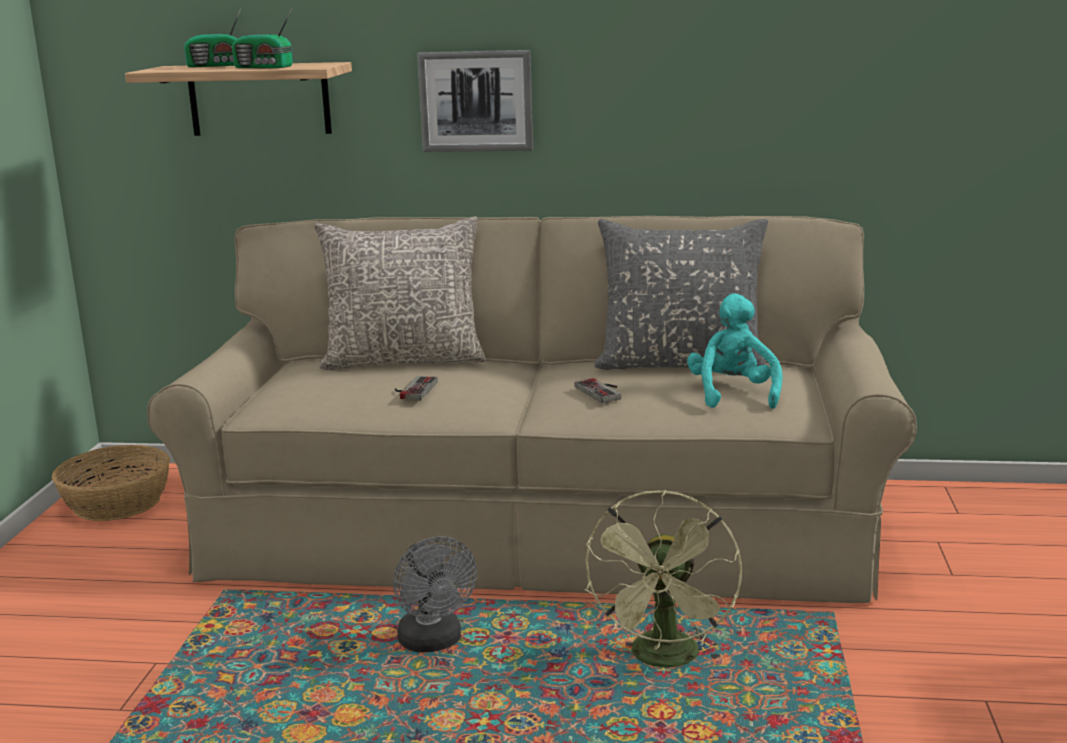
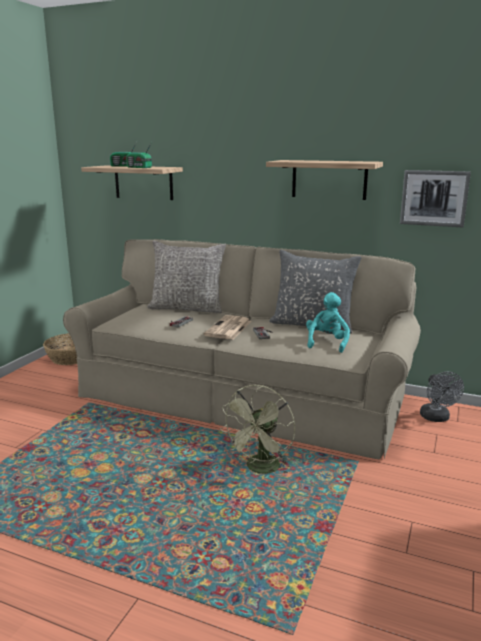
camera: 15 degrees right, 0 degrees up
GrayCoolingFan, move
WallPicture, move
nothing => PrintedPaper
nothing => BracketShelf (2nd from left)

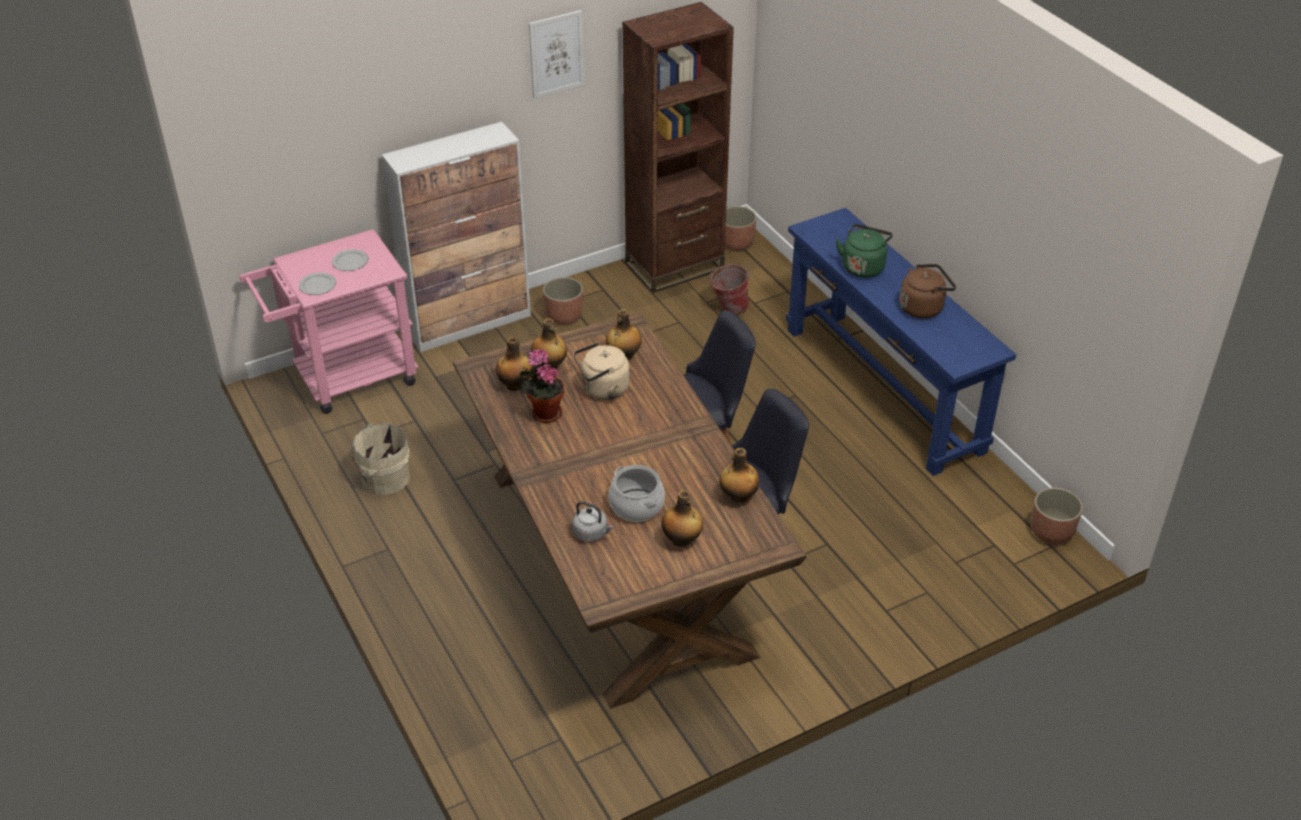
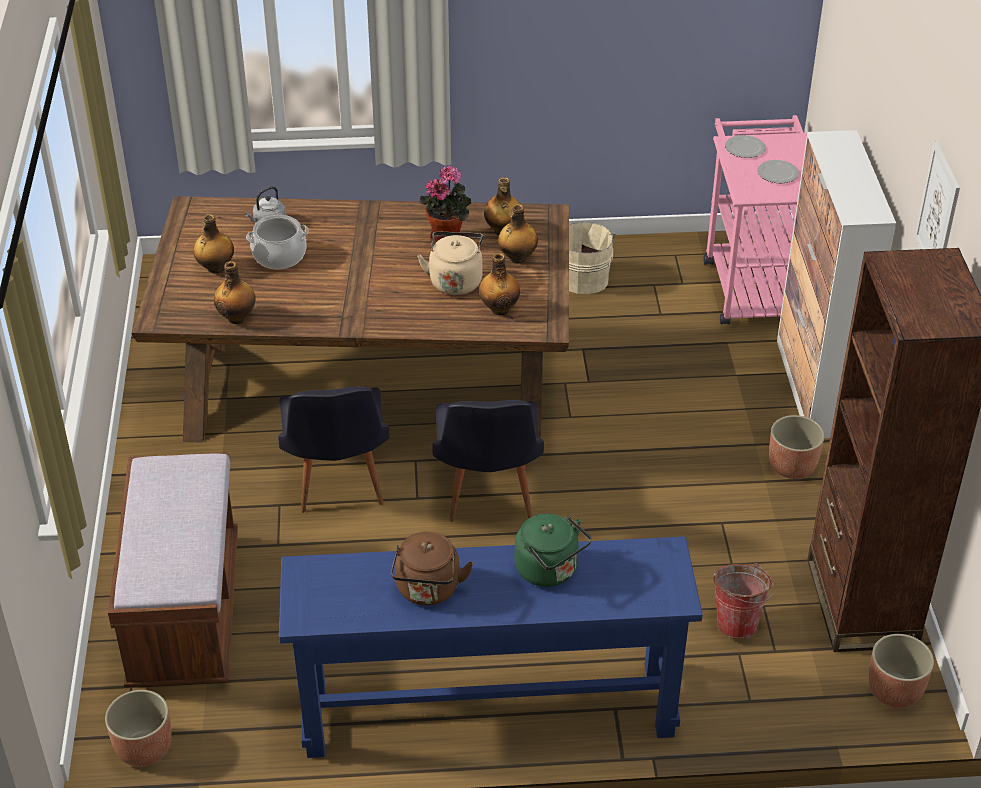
camera: 115 degrees right, 0 degrees up
nothing => BrownColouredLongSeat

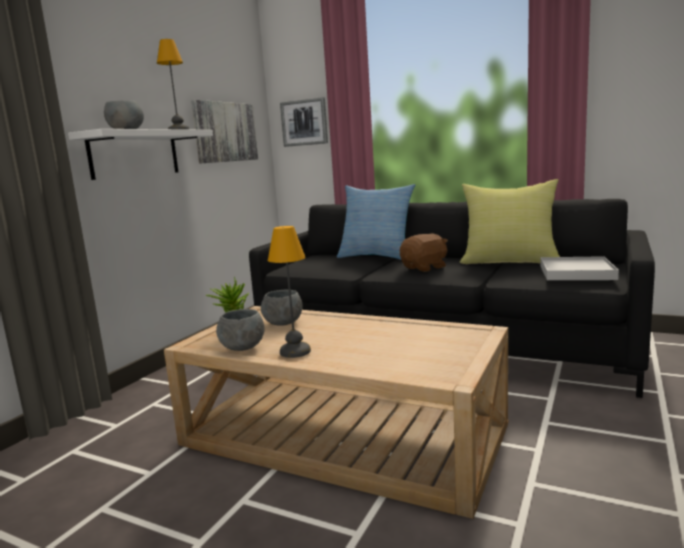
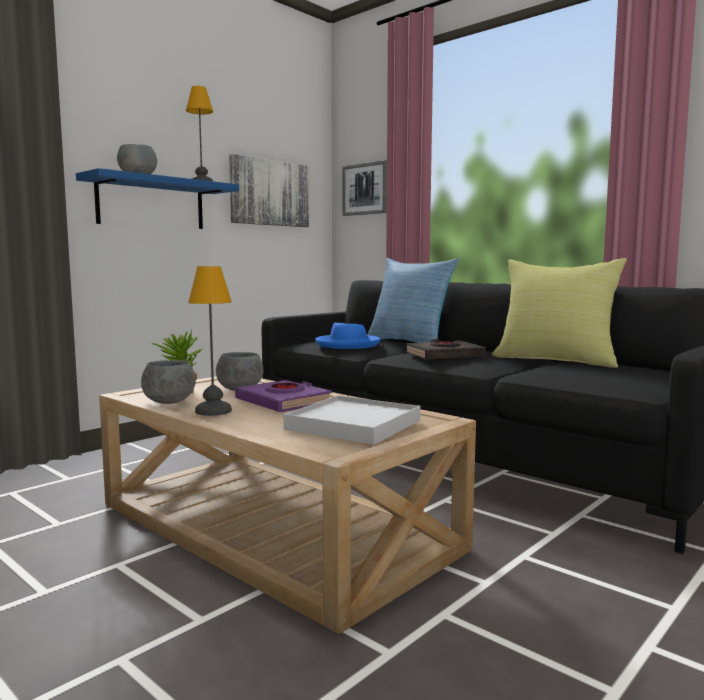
camera: 15 degrees right, 5 degrees down
WhiteBracketShelf => BluishBracketShelf
BrownColouredPlushToy => BlackishBoundBook
WhiteTray, move
nothing => PurpleColouredBoundBook
nothing => BluishWearableHat

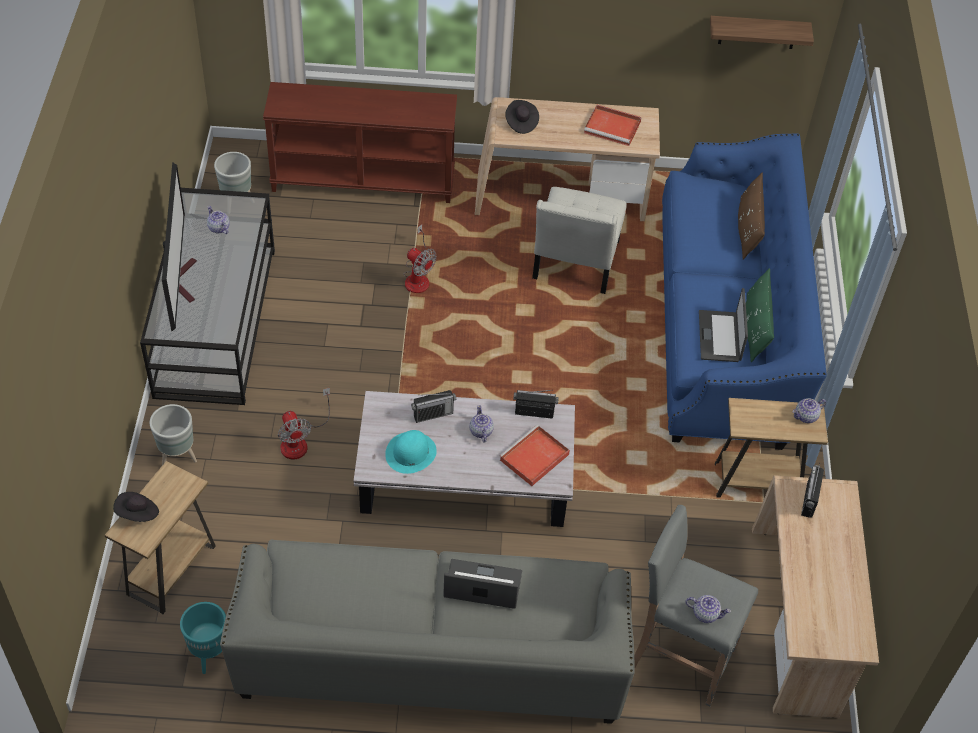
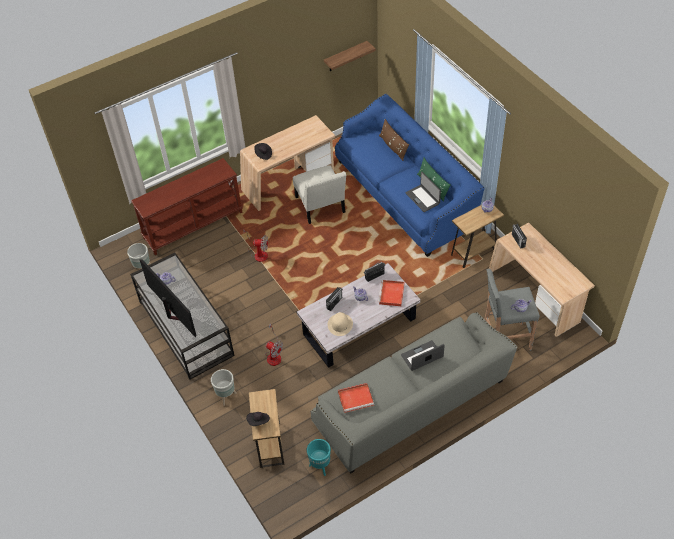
camera: 30 degrees left, 0 degrees up
TurquoiseWearableHat => SandColouredWearableHat
ReddishTray (2nd from left in the first image) => ReddishTray (1st from left), move

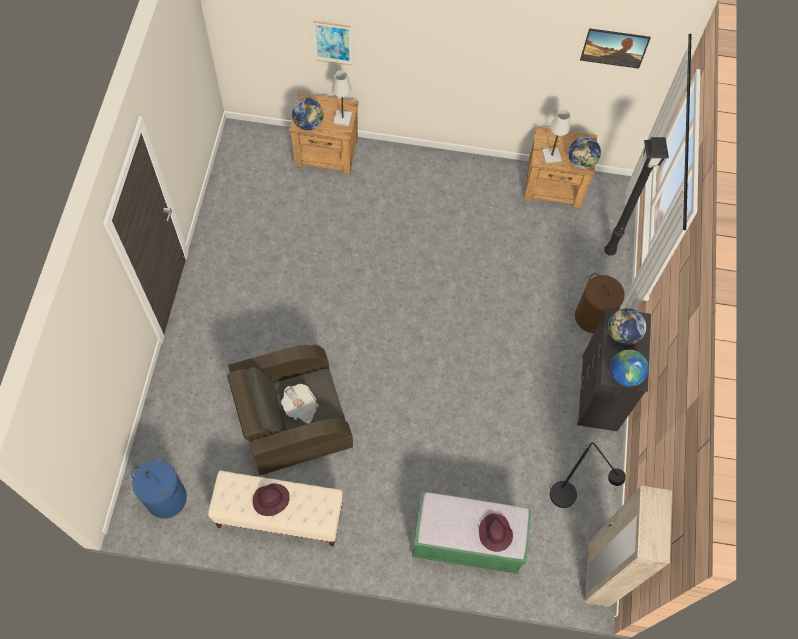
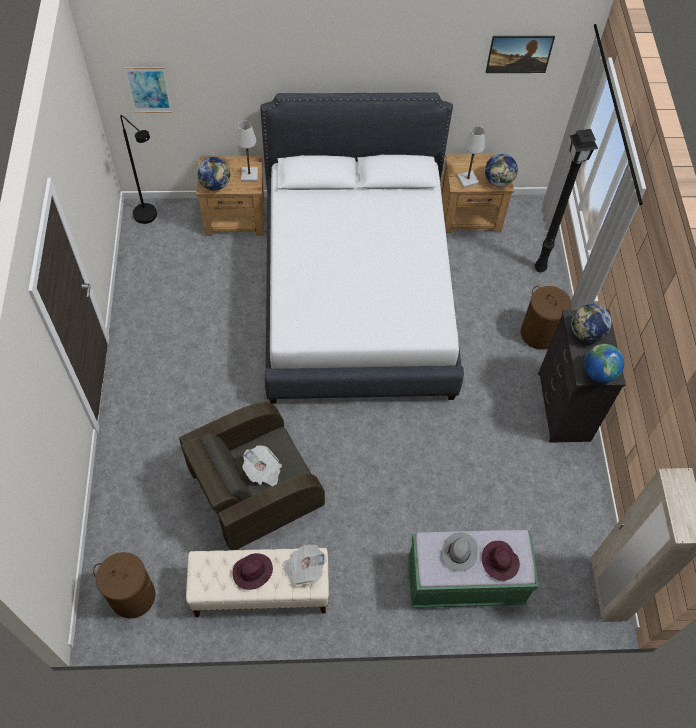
camera: 10 degrees left, 5 degrees down
BluishWashingBasket => BrownColouredWashingBasket (1st from left)
WallPicture (1st from left), move
BlackishStandardLamp (1st from left), move
nothing => WhiteBedroomBed
nothing => PrintedPaper (2nd from left)
nothing => GrayWearableHat

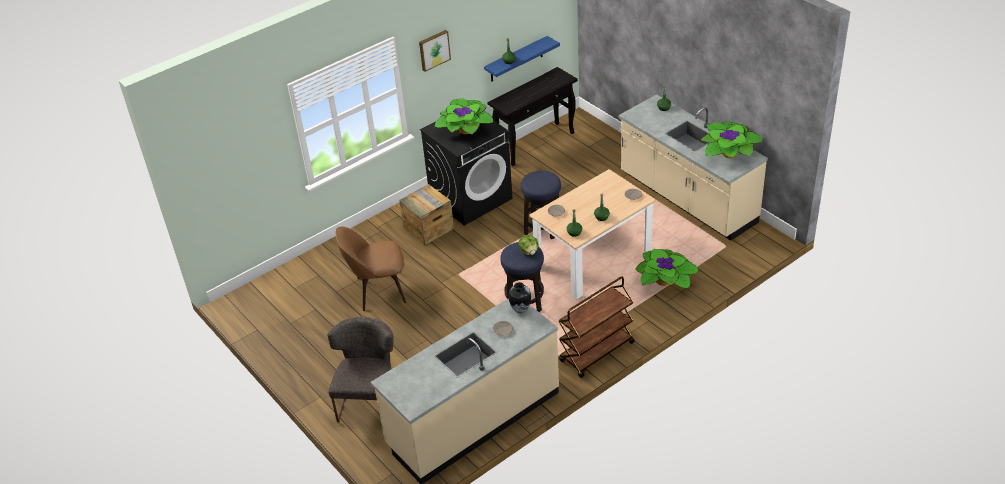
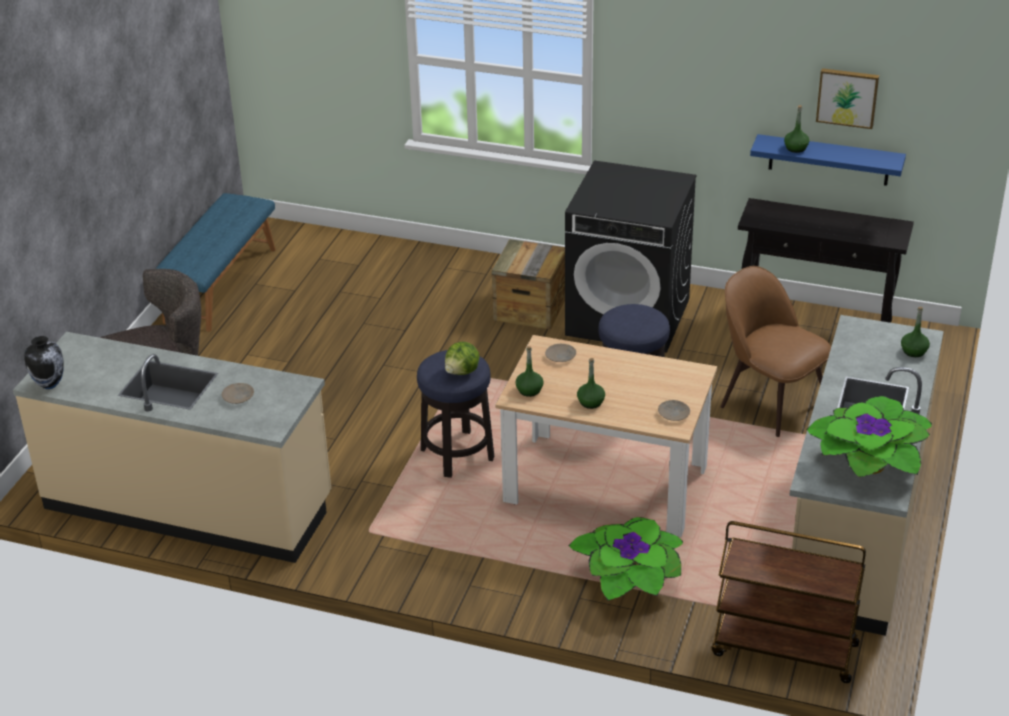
camera: 55 degrees right, 5 degrees down
BrownColouredChair, move
WallPicture, move
Houseplant (1st from left) => nothing
DecorativeVase, move
BrownColouredWheeledCart, move
nothing => BluishLongSeat

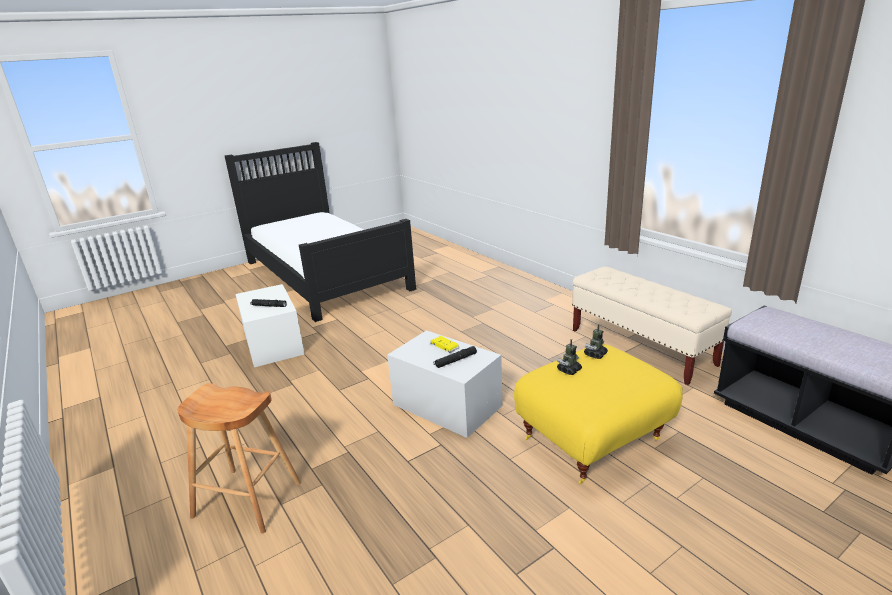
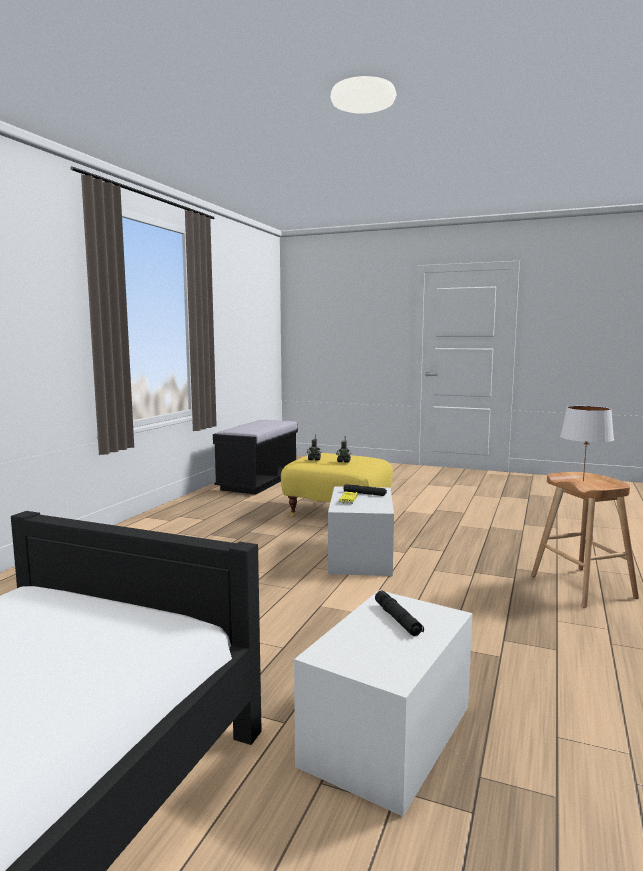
camera: 125 degrees left, 15 degrees down
SandColouredLongSeat => nothing
nothing => WhiteLampForATable

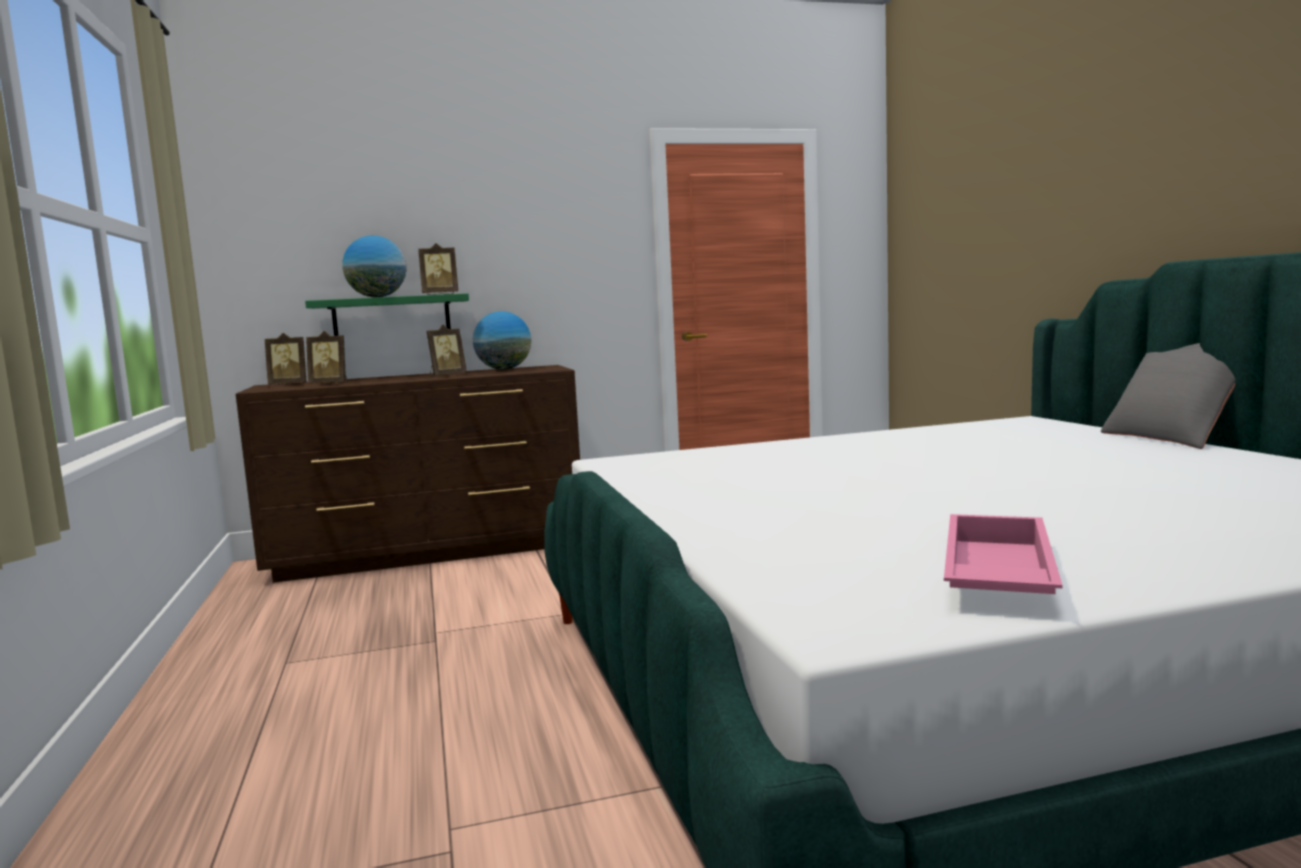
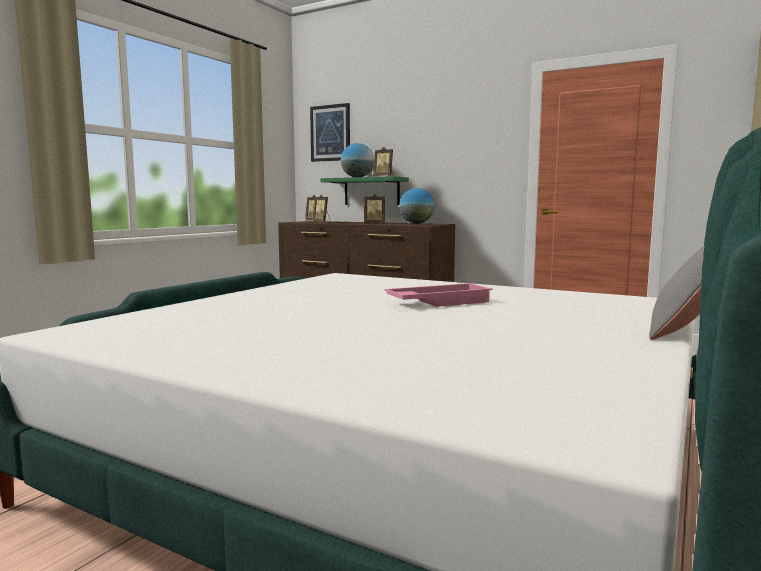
camera: 45 degrees right, 0 degrees up
PinkishTray, move
nothing => WallPicture

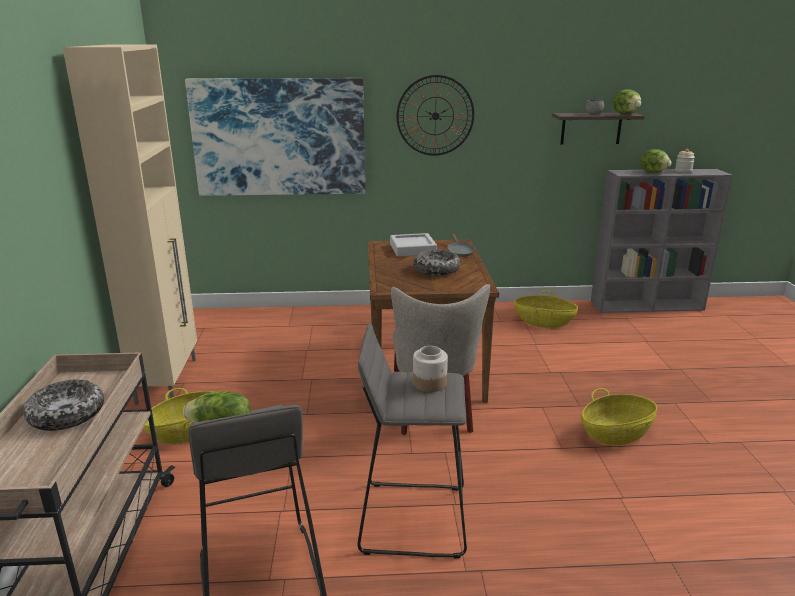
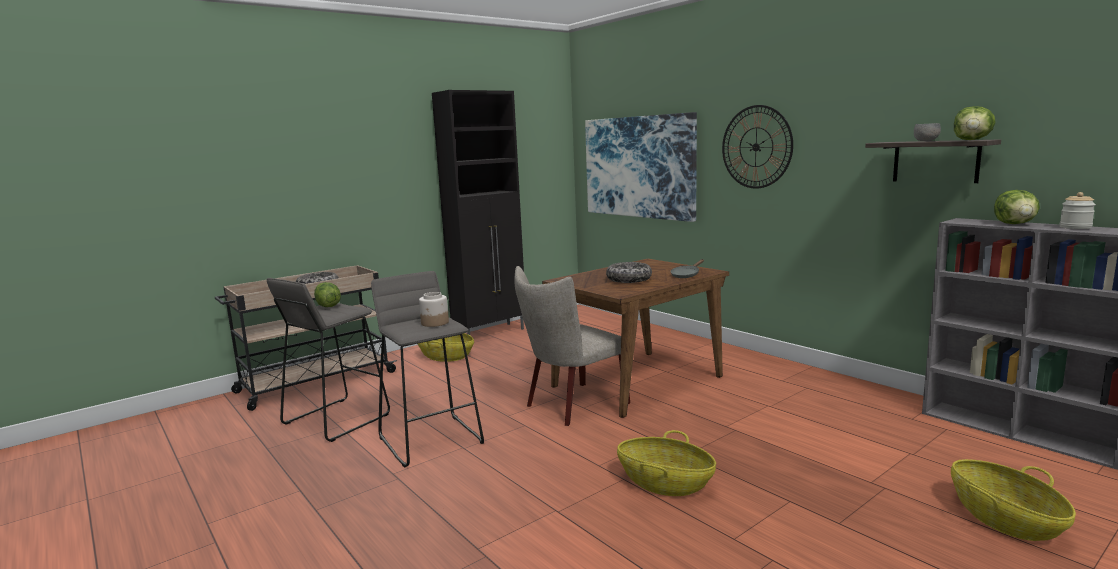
camera: 55 degrees right, 10 degrees down
SandColouredCupboard => BlackishCupboard
GrayTray => nothing
StorageBasket (2nd from left in the first image) => StorageBasket (3rd from left), move

